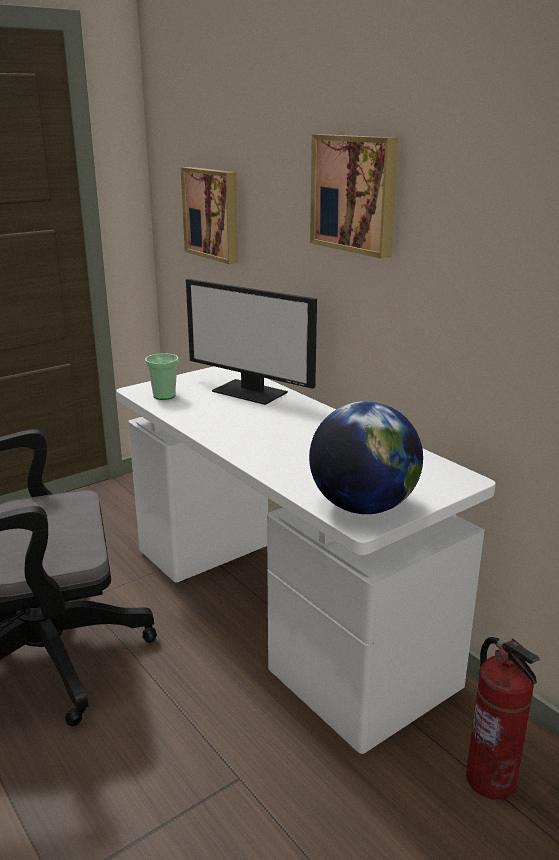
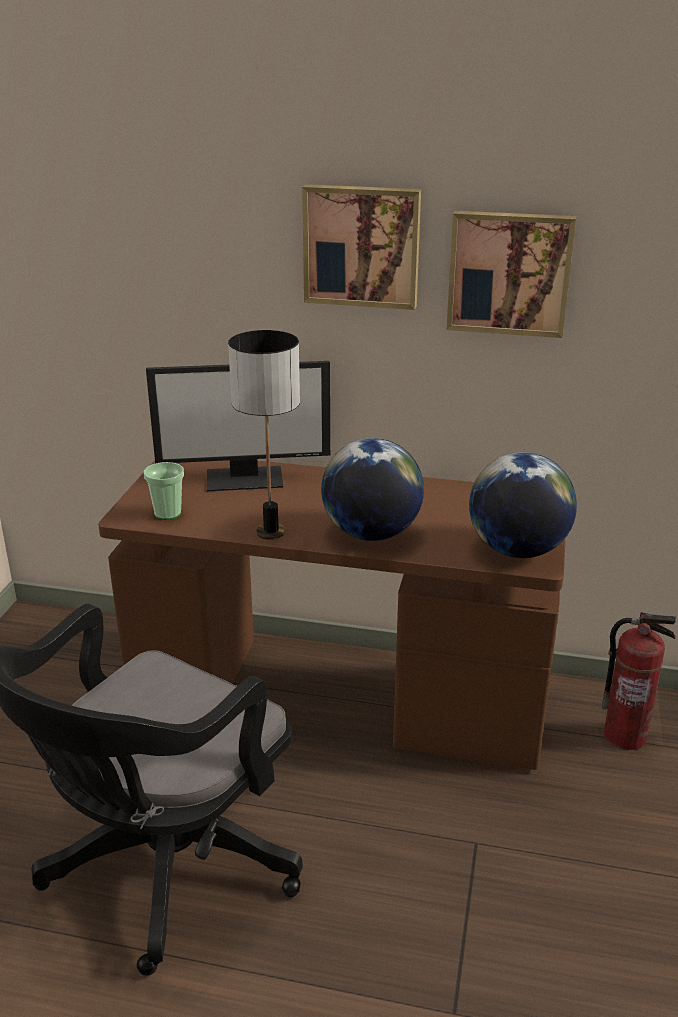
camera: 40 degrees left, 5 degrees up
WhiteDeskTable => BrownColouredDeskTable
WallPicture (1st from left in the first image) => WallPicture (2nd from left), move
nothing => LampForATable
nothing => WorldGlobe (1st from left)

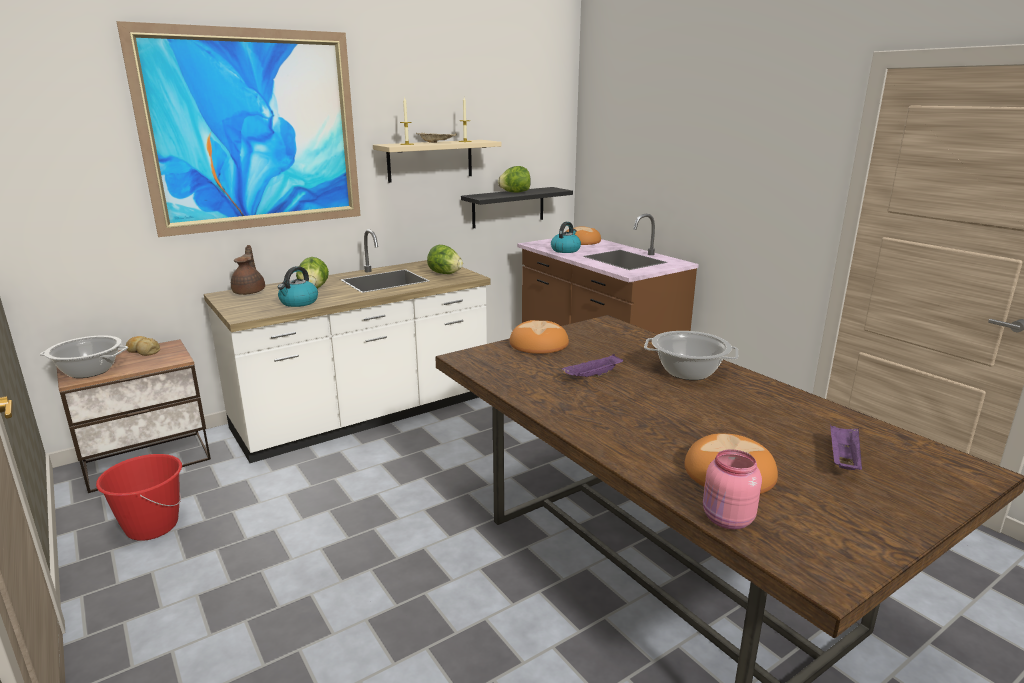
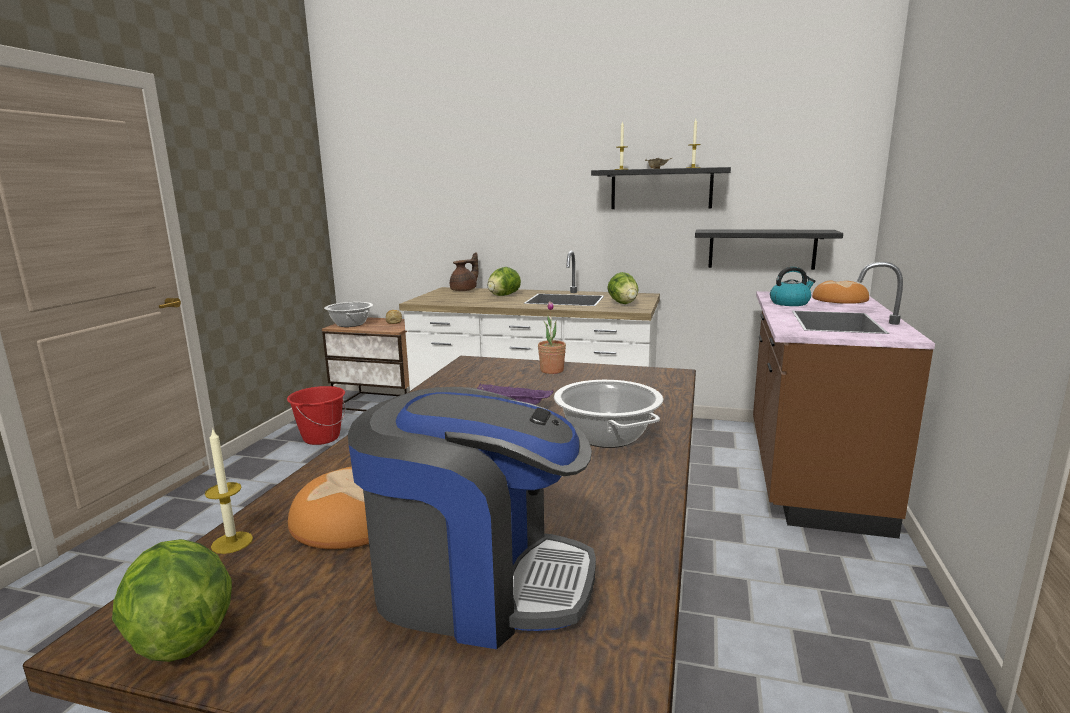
camera: 50 degrees right, 5 degrees down
WallPicture => nothing
TeaKettle (1st from left) => nothing
SandColouredBracketShelf => BlackishBracketShelf (1st from left)
HeadOfLettuce (3rd from left in the first image) => HeadOfLettuce (1st from left), move
Bread (2nd from left) => Houseplant
PinkishPreserveJar => WaxLight (1st from left)
PurpleColouredTray (2nd from left) => CoffeeMaker

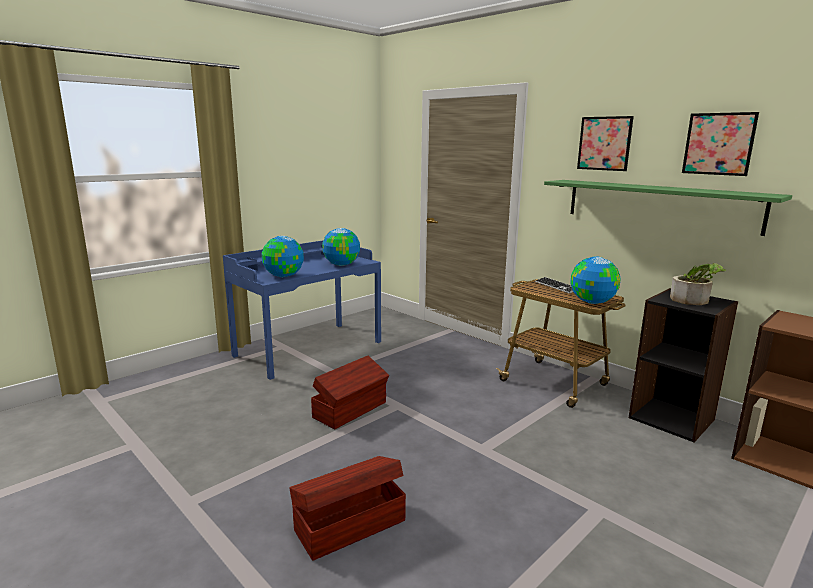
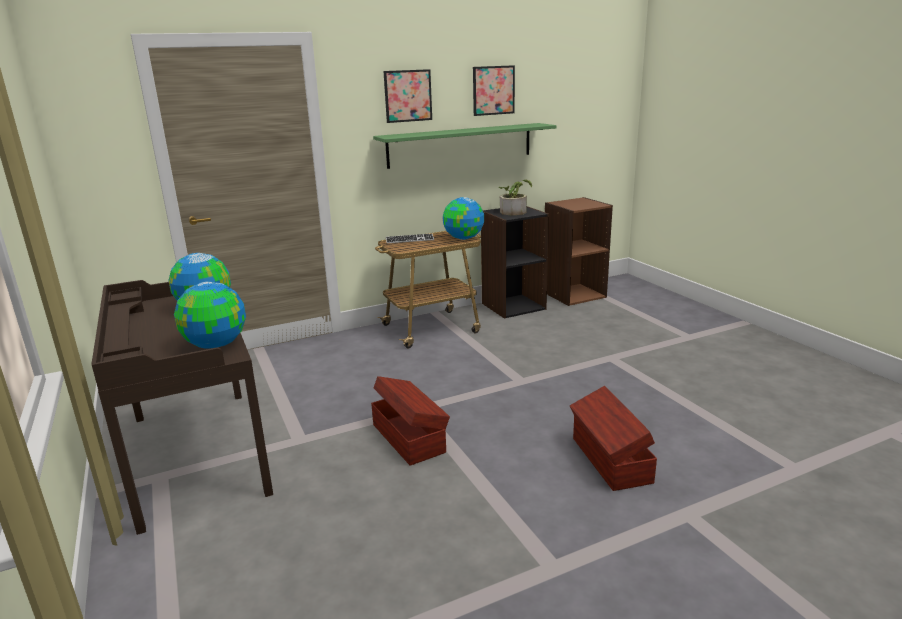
camera: 70 degrees left, 5 degrees up
BluishDeskTable => BrownColouredDeskTable

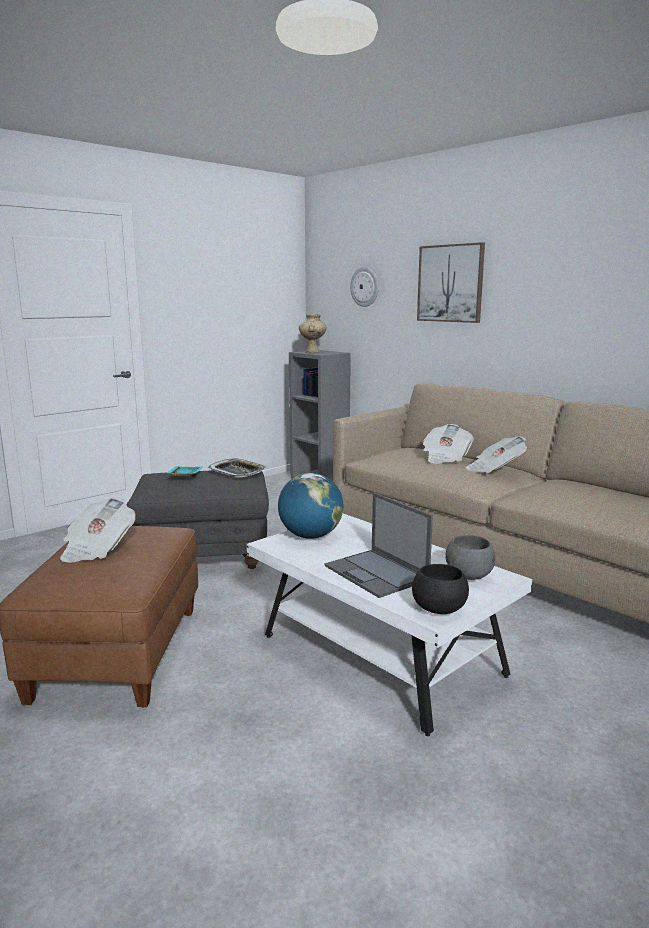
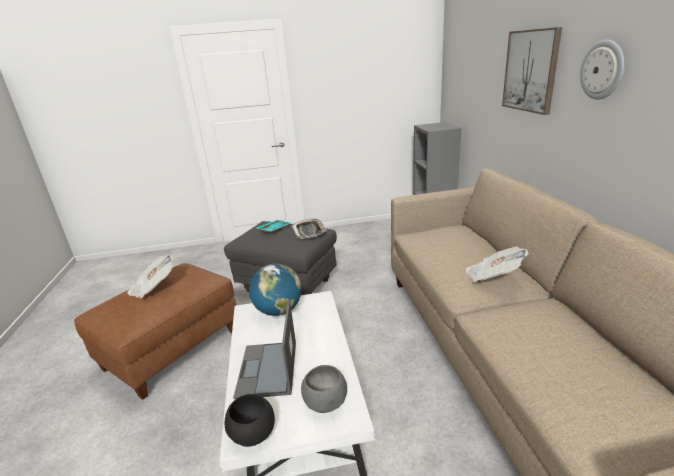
camera: 35 degrees right, 10 degrees up
SandColouredDecorativeVase => nothing
ClockOnTheWall, move
PrintedPaper (2nd from left) => nothing

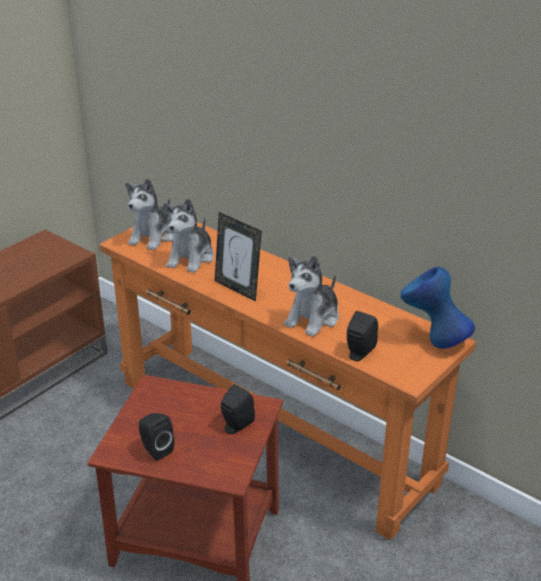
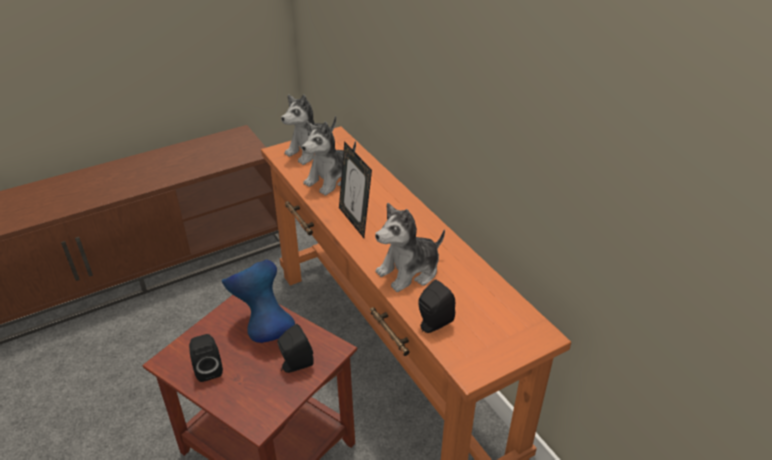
camera: 20 degrees right, 5 degrees up
BluishDecorativeVase, move

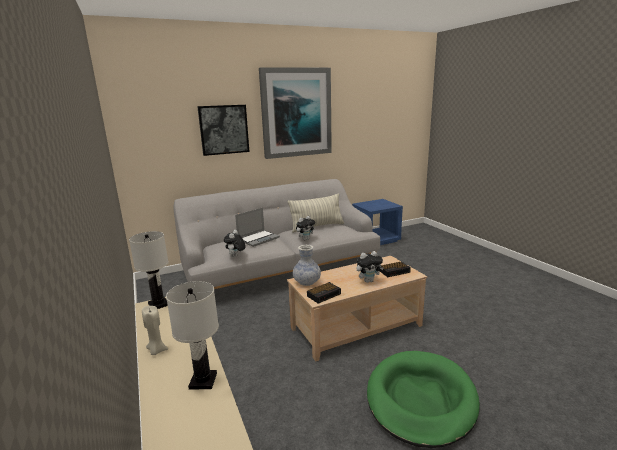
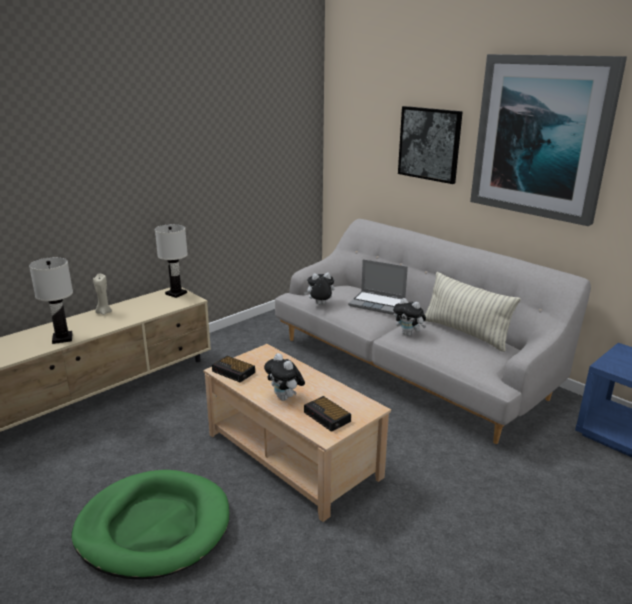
camera: 70 degrees right, 5 degrees up
DecorativeVase => nothing

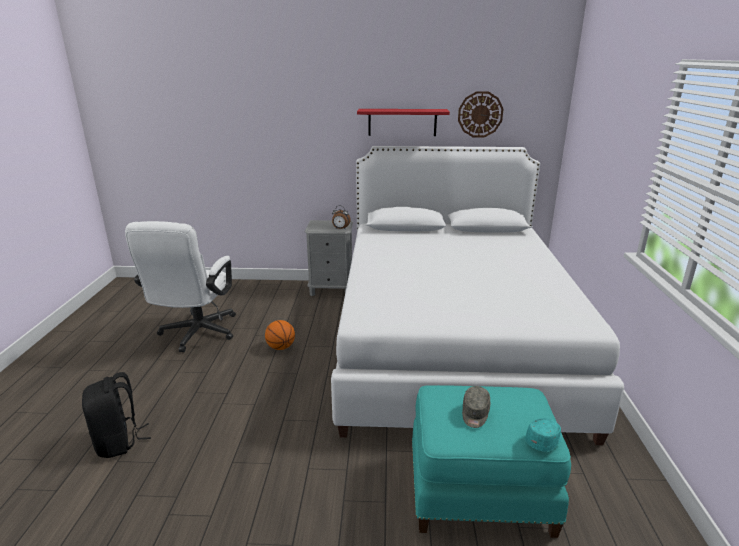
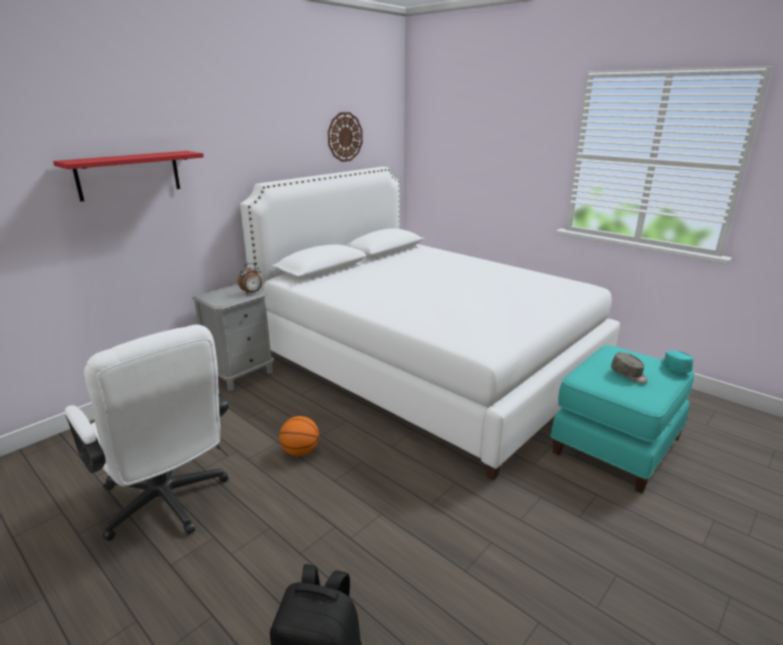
camera: 50 degrees left, 0 degrees up
ReddishBracketShelf, move

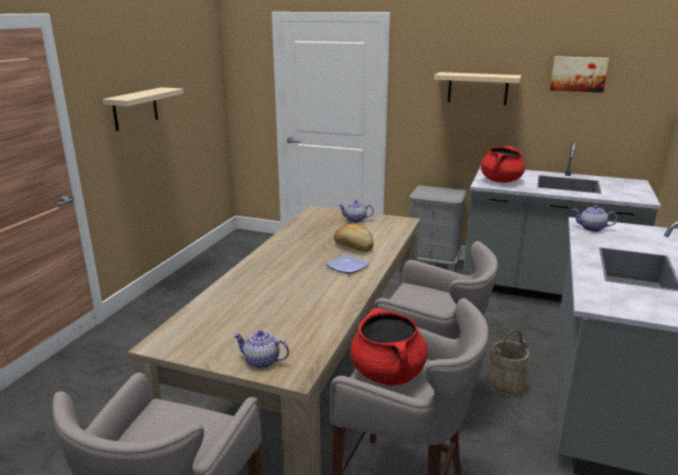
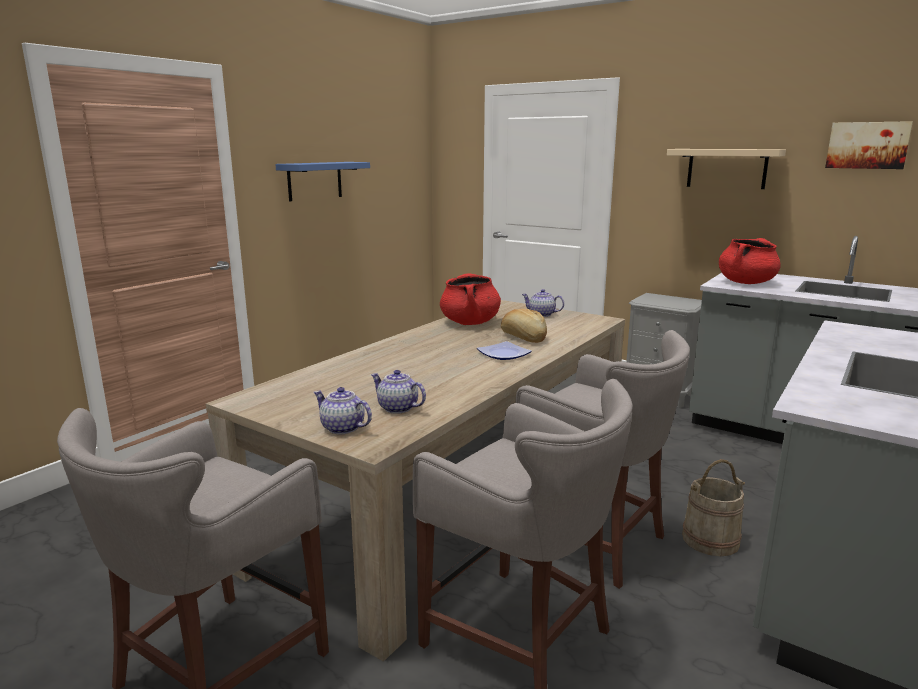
camera: 15 degrees right, 5 degrees down
SandColouredBracketShelf (1st from left) => BluishBracketShelf
ReddishCookingPot (1st from left), move
Teapot (3rd from left in the first image) => Teapot (2nd from left), move

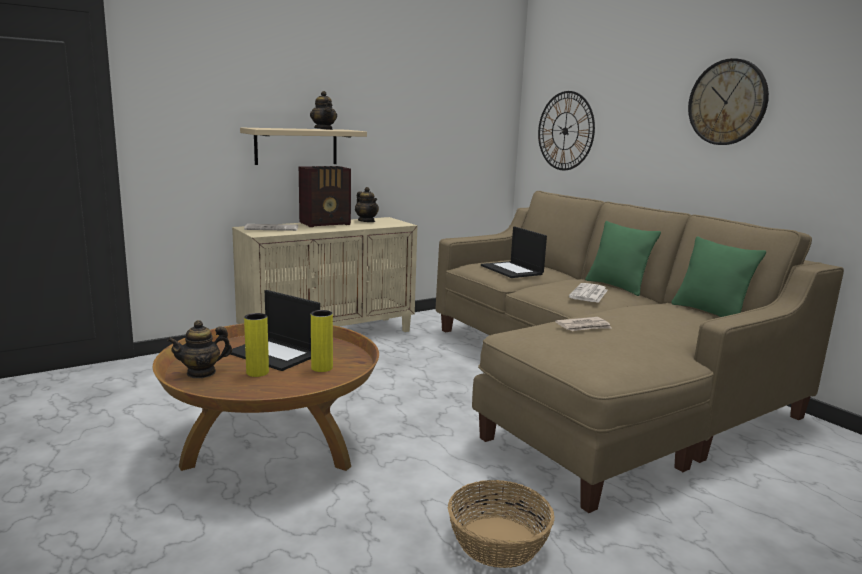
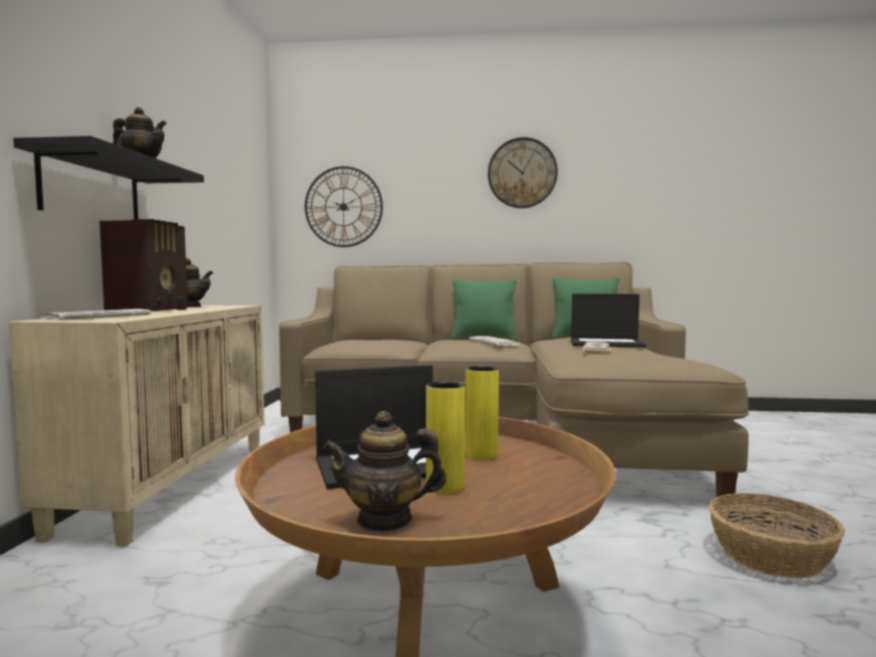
camera: 50 degrees left, 10 degrees down
Teapot (1st from left in the first image) => Teapot (3rd from left), 75 degrees clockwise
SandColouredBracketShelf => BlackishBracketShelf
PortableComputer (2nd from left), move

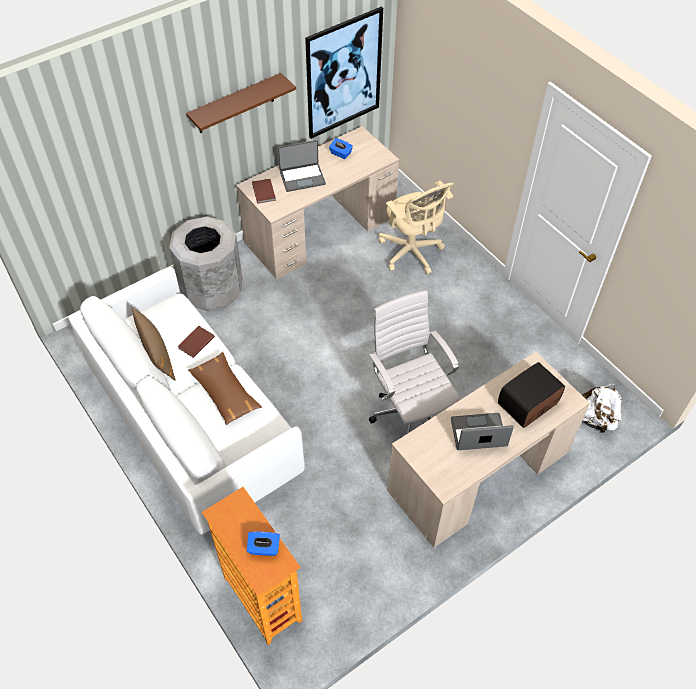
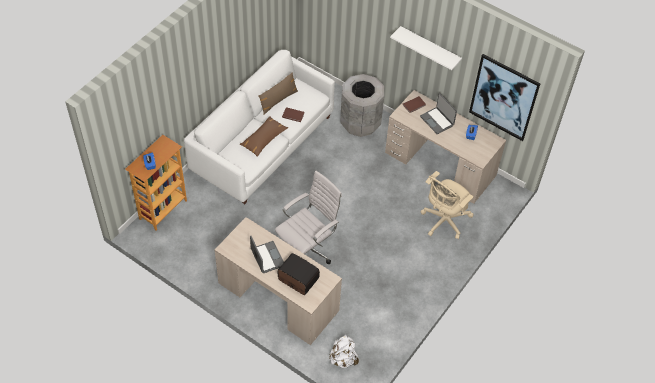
camera: 70 degrees right, 0 degrees up
BrownColouredBracketShelf => WhiteBracketShelf

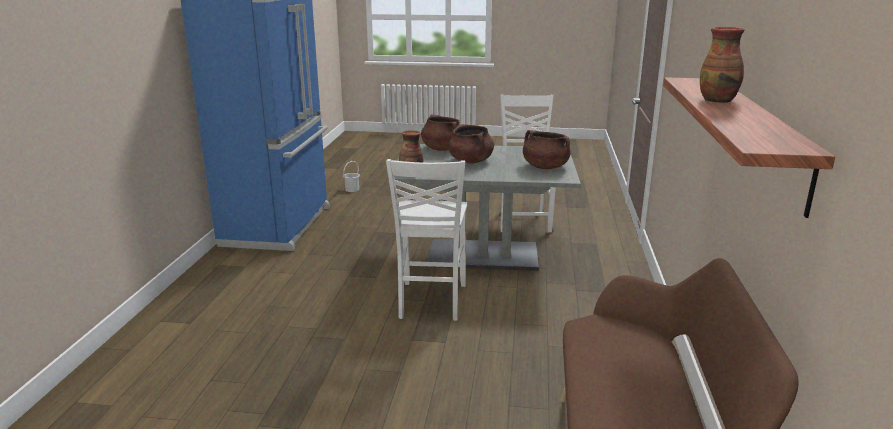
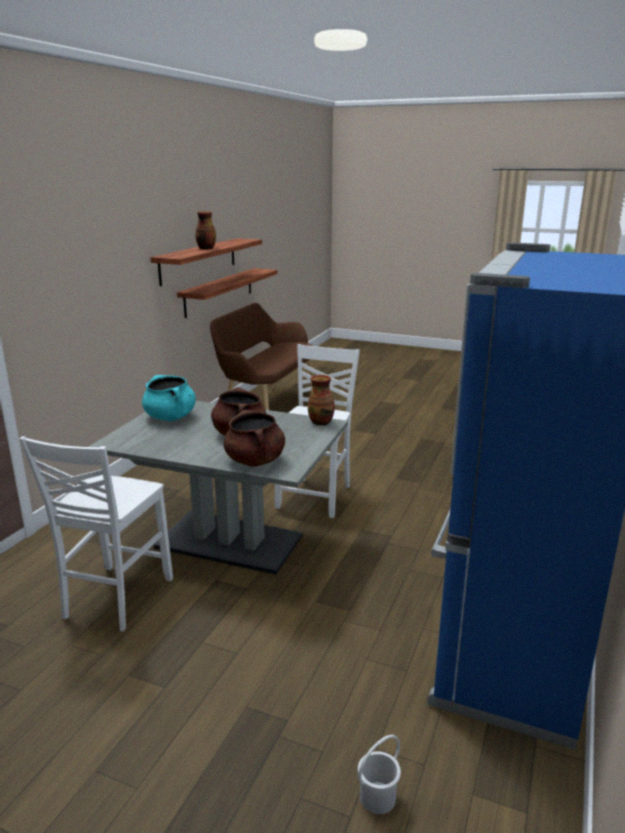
camera: 165 degrees left, 0 degrees up
BrownColouredCookingPot (3rd from left) => TurquoiseCookingPot
nothing => BracketShelf (2nd from left)

